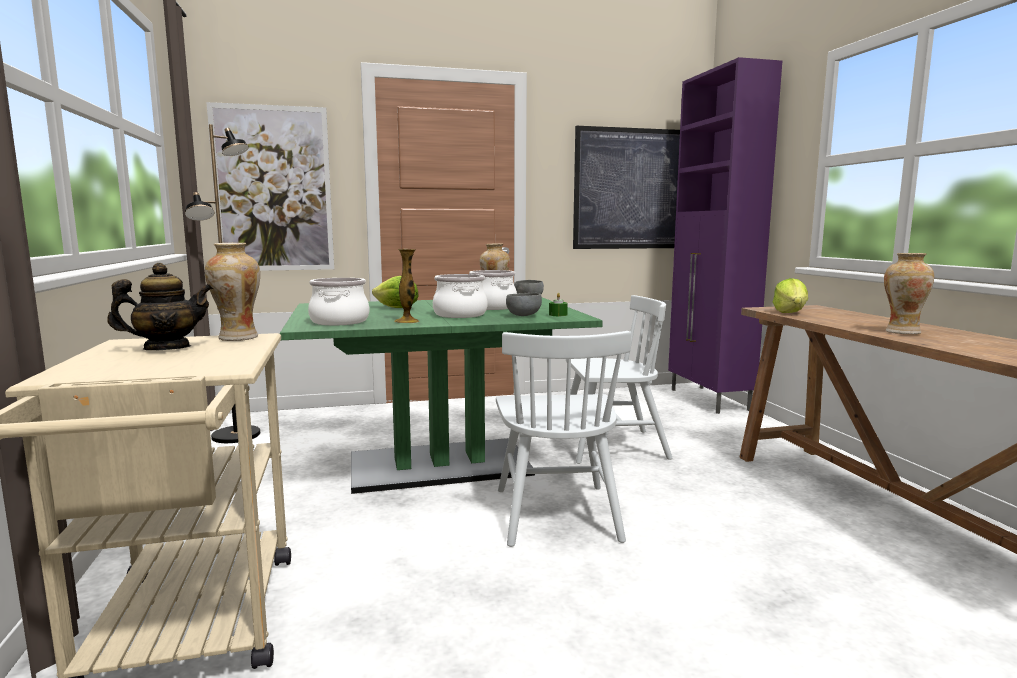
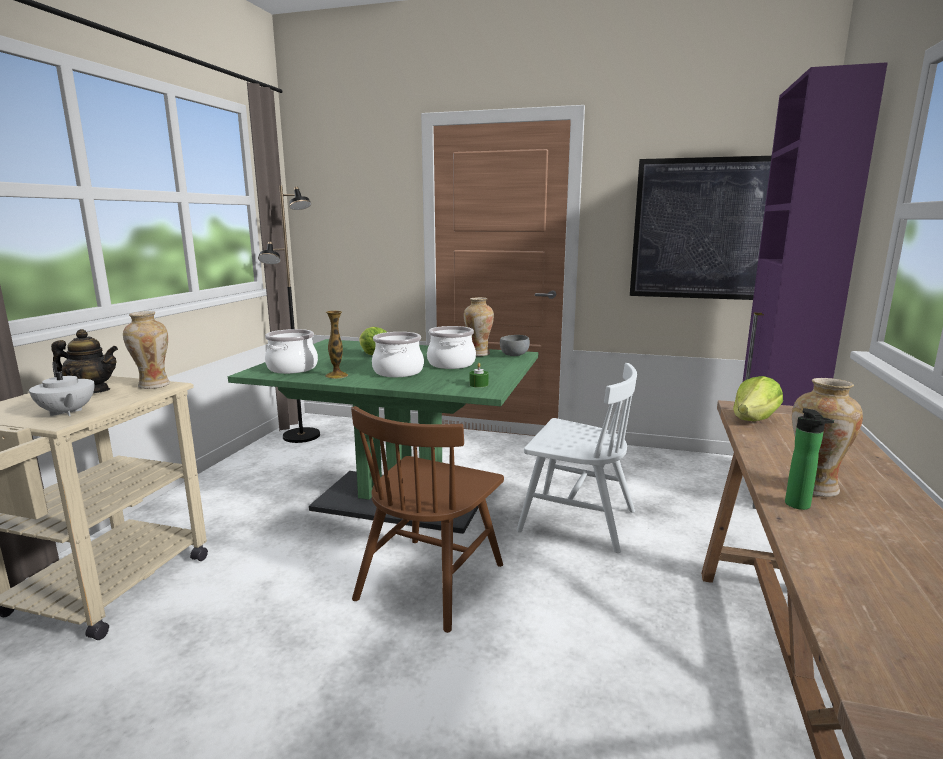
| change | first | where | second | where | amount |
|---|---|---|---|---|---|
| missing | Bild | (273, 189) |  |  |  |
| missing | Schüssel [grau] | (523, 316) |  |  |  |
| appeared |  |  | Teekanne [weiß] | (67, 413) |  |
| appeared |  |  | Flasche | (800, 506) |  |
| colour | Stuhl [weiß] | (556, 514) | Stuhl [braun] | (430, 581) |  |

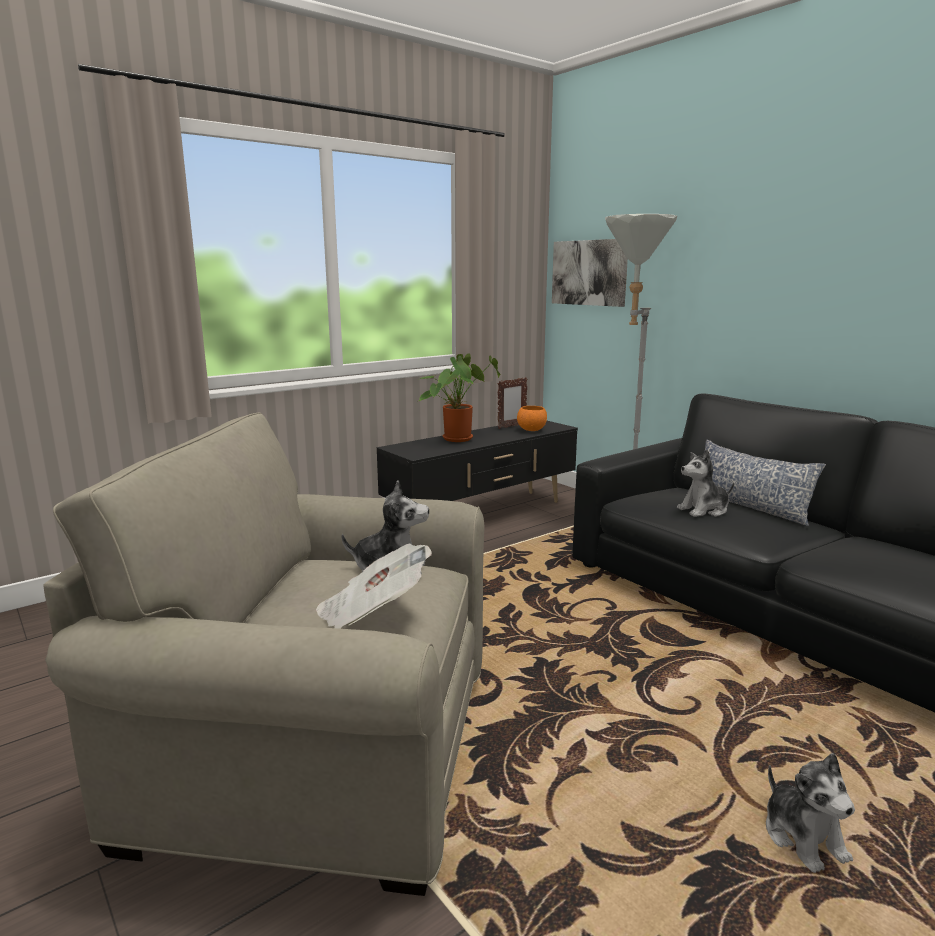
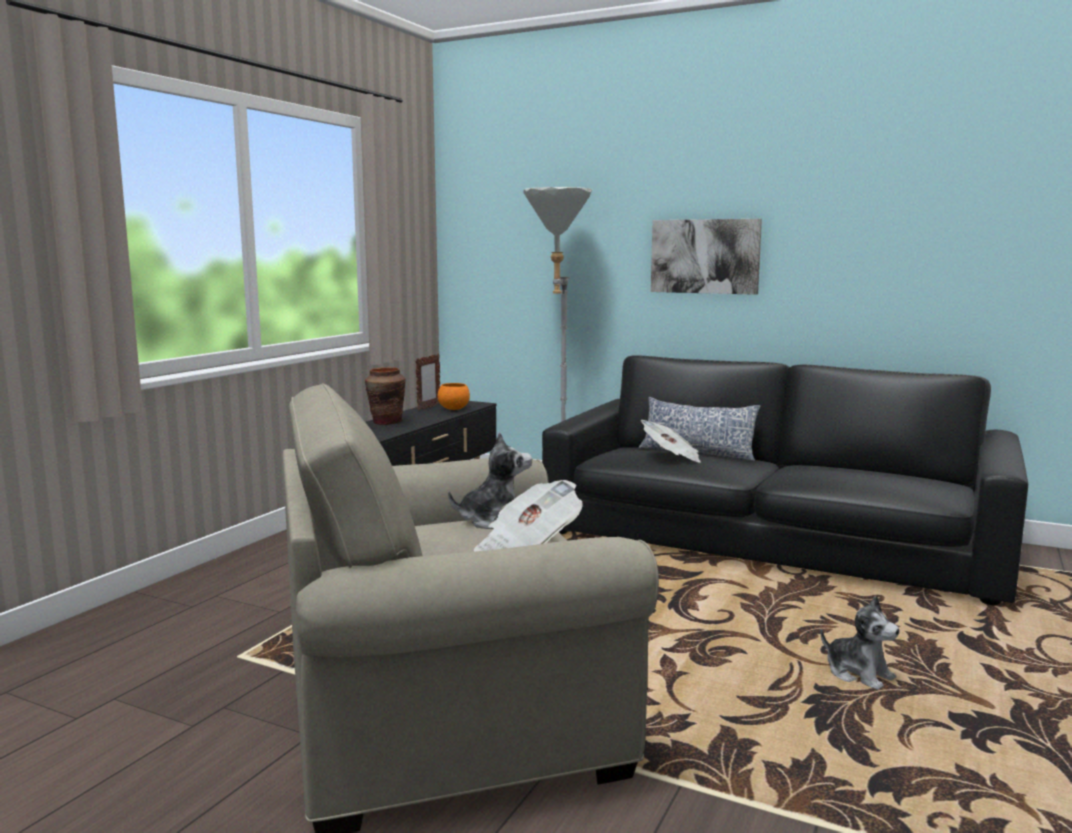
| change | first | where | second | where | amount |
|---|---|---|---|---|---|
| relocated | Bild | (589, 272) |  | (705, 256) |  |
| exchanged | Topfpflanze | (458, 438) | Vase [braun] | (386, 422) |  |
| exchanged | Plüschtier | (704, 510) | Zeitung | (671, 458) |  |

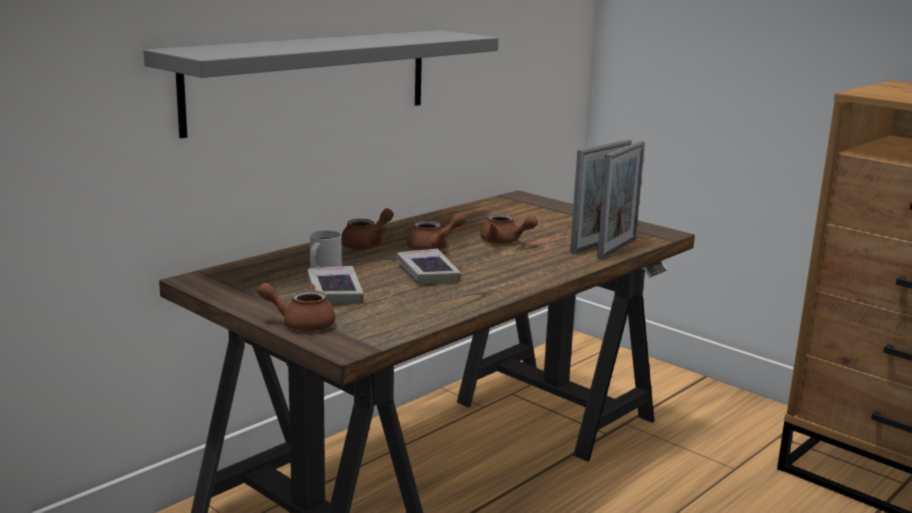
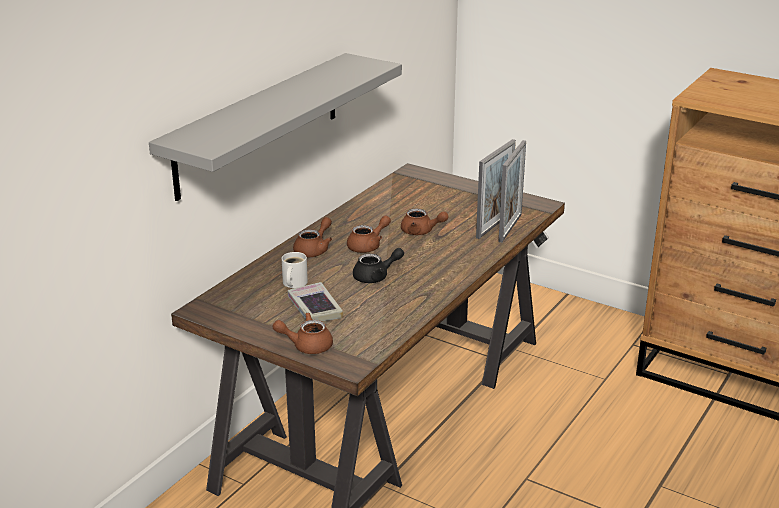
| change | first | where | second | where | amount |
|---|---|---|---|---|---|
| exchanged | Buch | (427, 273) | Teekanne [schwarz] | (376, 277) |  |

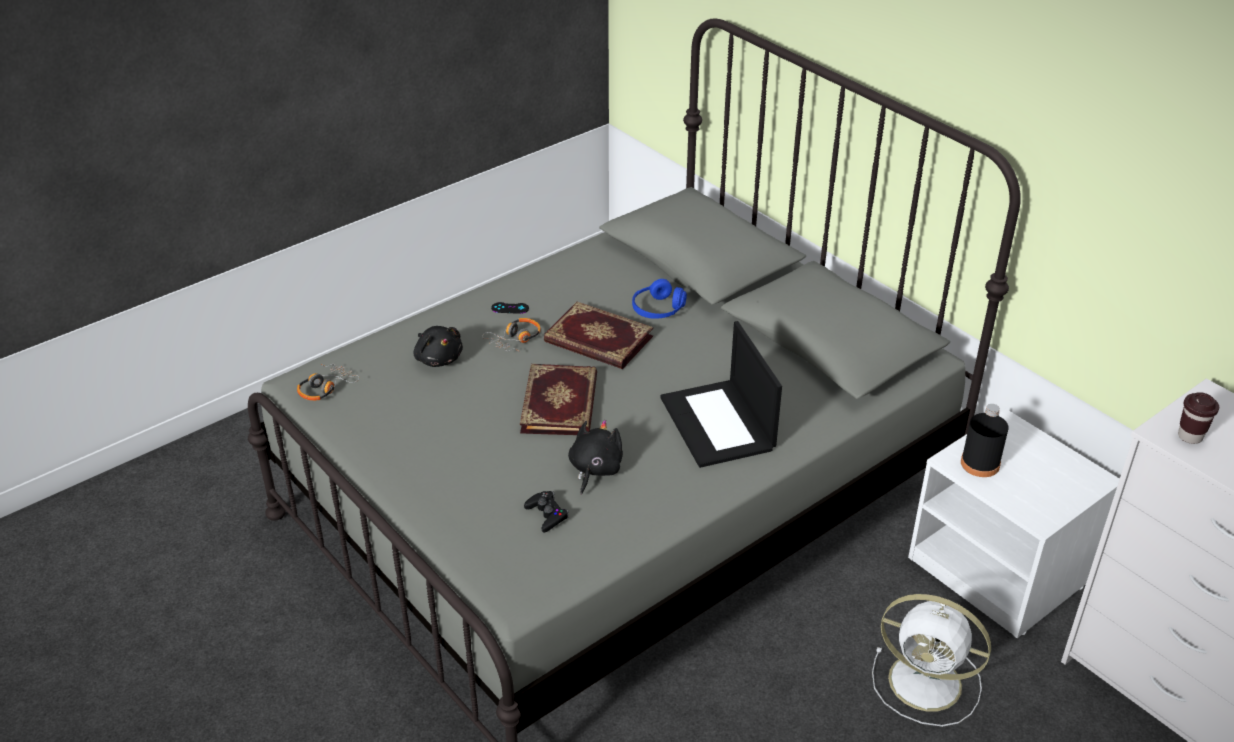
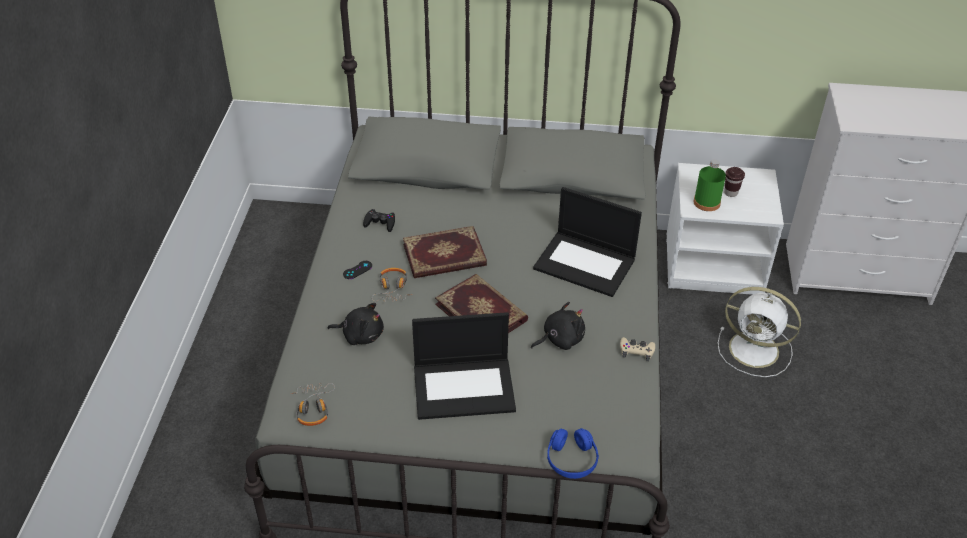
| change | first | where | second | where | amount |
|---|---|---|---|---|---|
| appeared |  |  | Laptop | (465, 387) |  |
| appeared |  |  | Gamepad [beige] | (636, 351) |  |
| relocated | Gamepad [schwarz] | (547, 514) |  | (380, 223) |  |
| relocated | Kopfhörer [blau] | (658, 309) |  | (571, 460) |  |
| relocated | Tasse [braun] | (1190, 436) |  | (731, 193) |  |
| colour | Flasche [schwarz] | (980, 464) | Flasche [grün] | (706, 202) |  |
| spun | Plüschtier [schwarz] | (594, 469) |  | (560, 339) | 90 degrees clockwise |
| spun | Ventilator [weiß] | (928, 683) |  | (756, 350) | 45 degrees clockwise |

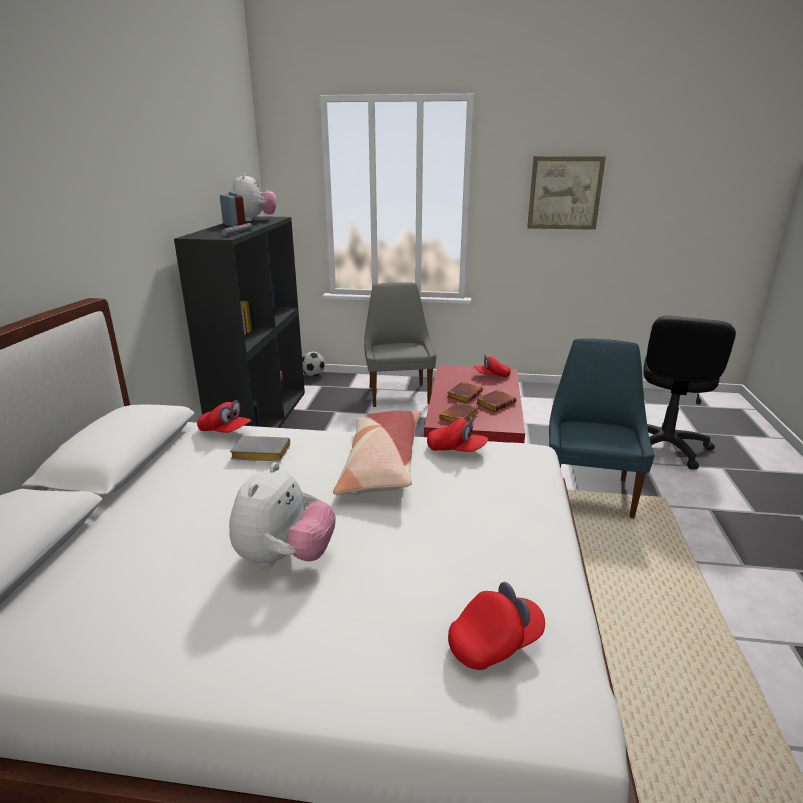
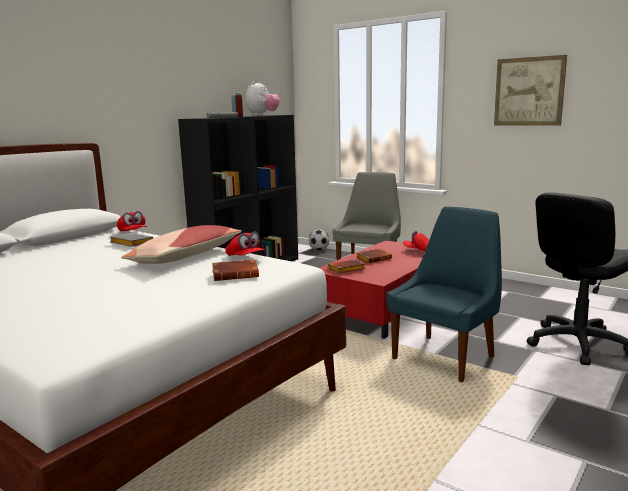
| change | first | where | second | where | amount |
|---|---|---|---|---|---|
| missing | Plüschtier | (285, 558) |  |  |  |
| missing | Kappe [rot] | (495, 643) |  |  |  |
| relocated | Buch [braun] | (495, 403) |  | (236, 274) |  |

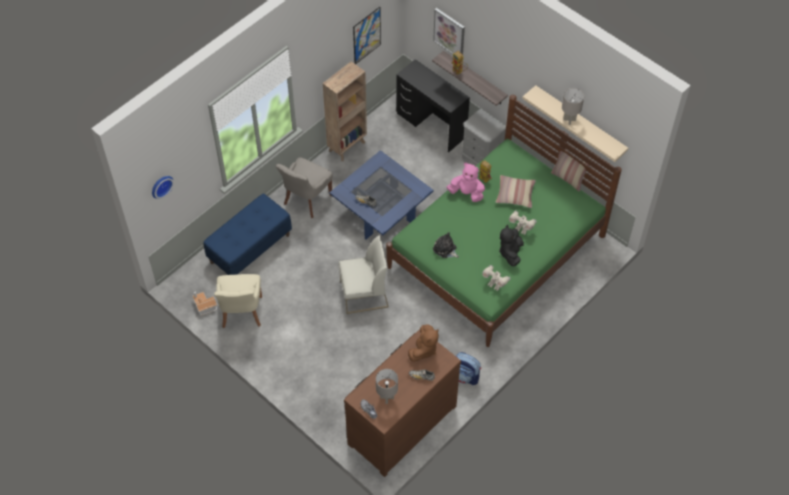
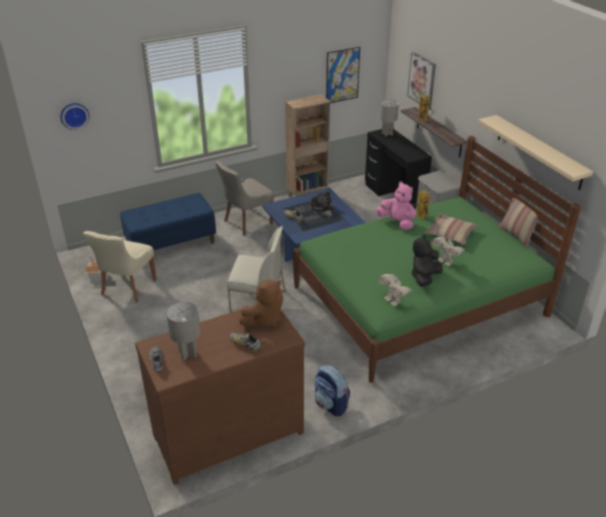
| change | first | where | second | where | amount |
|---|---|---|---|---|---|
| relocated | Plüschtier | (445, 249) |  | (323, 209) |  |
| relocated | Tischlampe [grau] | (569, 119) |  | (387, 134) |  |

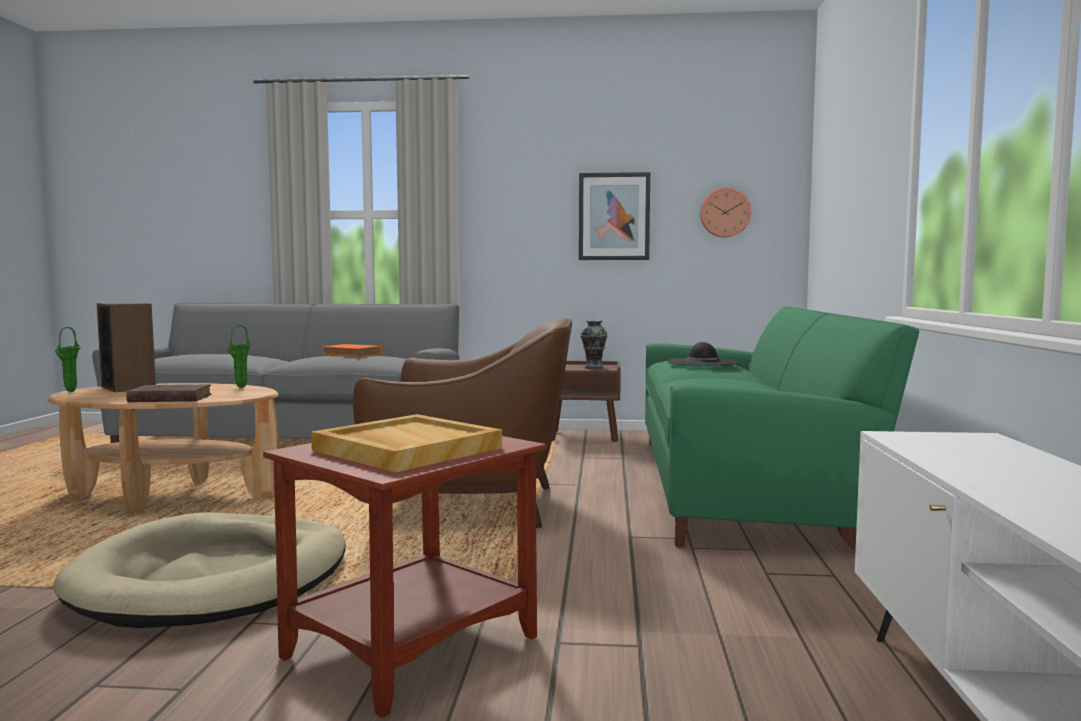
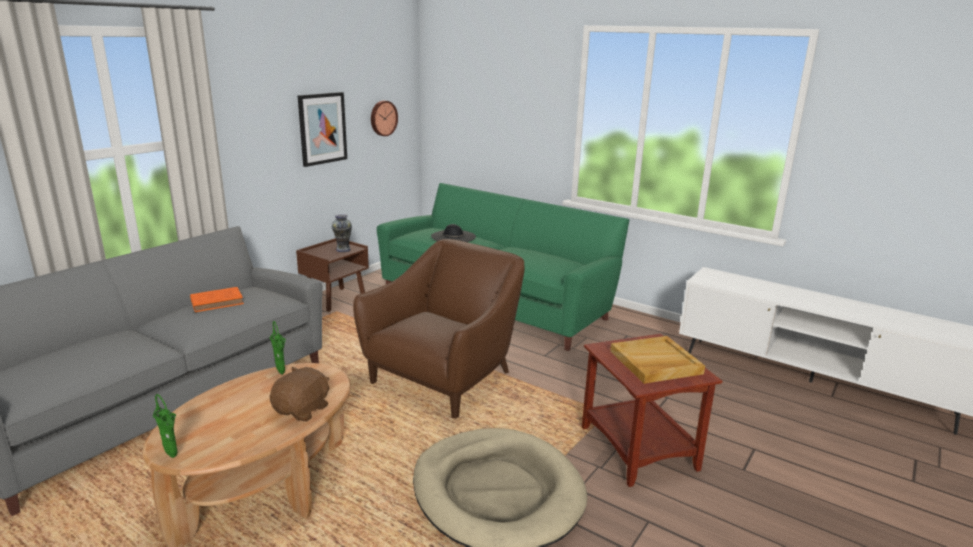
| change | first | where | second | where | amount |
|---|---|---|---|---|---|
| missing | Lautsprecher | (128, 387) |  |  |  |
| exchanged | Buch [braun] | (168, 398) | Plüschtier [braun] | (303, 410) |  |

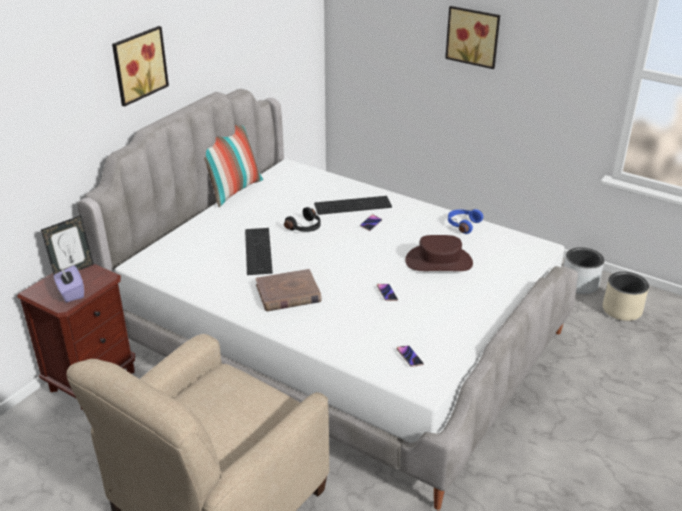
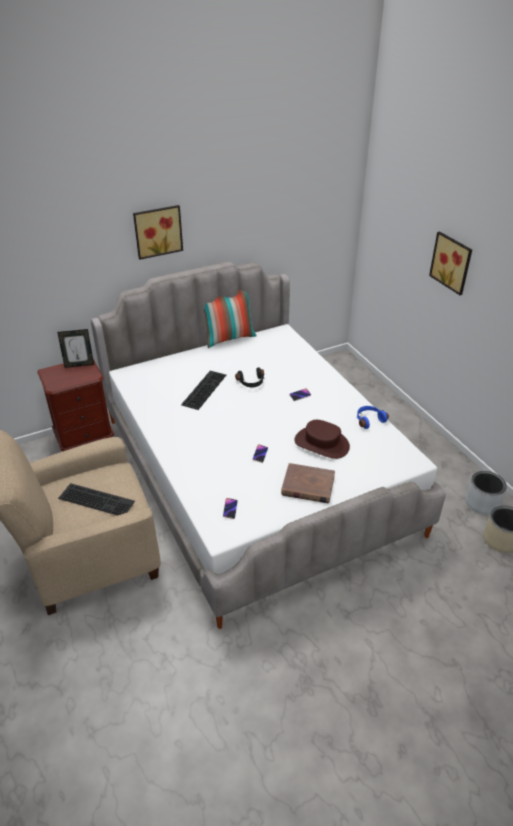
| change | first | where | second | where | amount |
|---|---|---|---|---|---|
| missing | Taschentuchbox [lila] | (71, 293) |  |  |  |
| relocated | Buch [braun] | (288, 293) |  | (308, 486) |  |
| relocated | Tastatur | (353, 204) |  | (98, 499) |  |

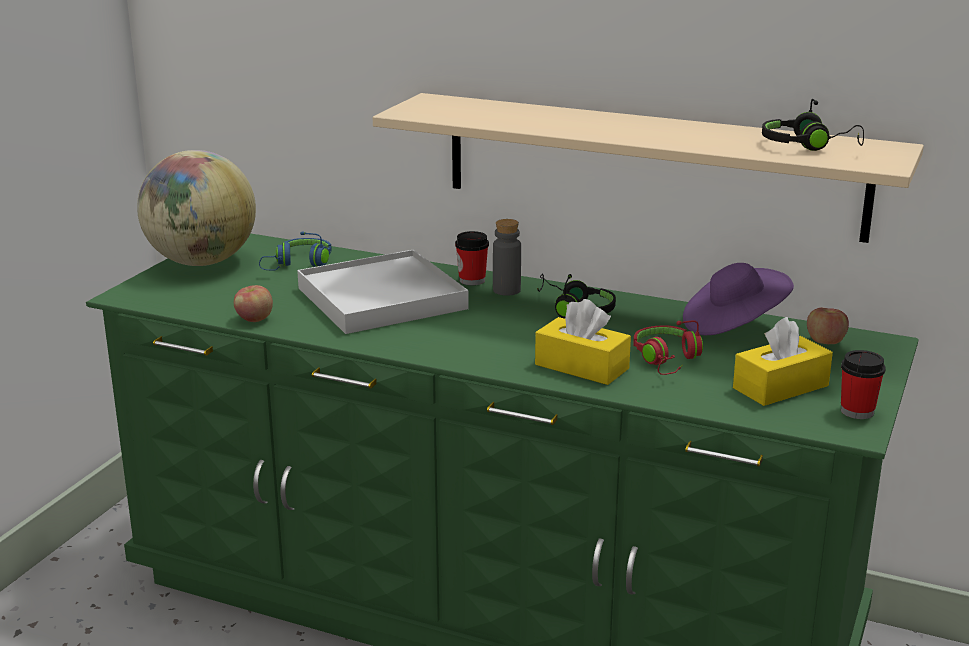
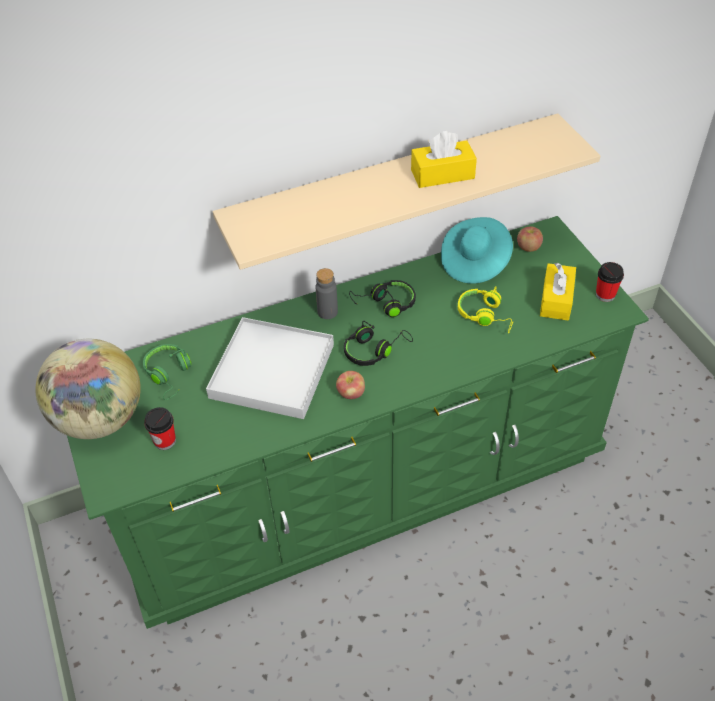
| change | first | where | second | where | amount |
|---|---|---|---|---|---|
| relocated | Apfel | (254, 319) |  | (351, 393) |  |
| relocated | Tasse | (472, 280) |  | (165, 441) |  |
| relocated | Taschentuchbox [gelb] | (581, 367) |  | (442, 174) |  |
| relocated | Kopfhörer [schwarz] | (808, 145) |  | (374, 350) |  |
| colour | Kopfhörer [blau] | (299, 264) | Kopfhörer [grün] | (169, 375) |  |
| colour | Kopfhörer [rot] | (667, 360) | Kopfhörer [gelb] | (485, 315) |  |
| colour | Hut [lila] | (733, 325) | Hut [türkis] | (474, 262) |  |

